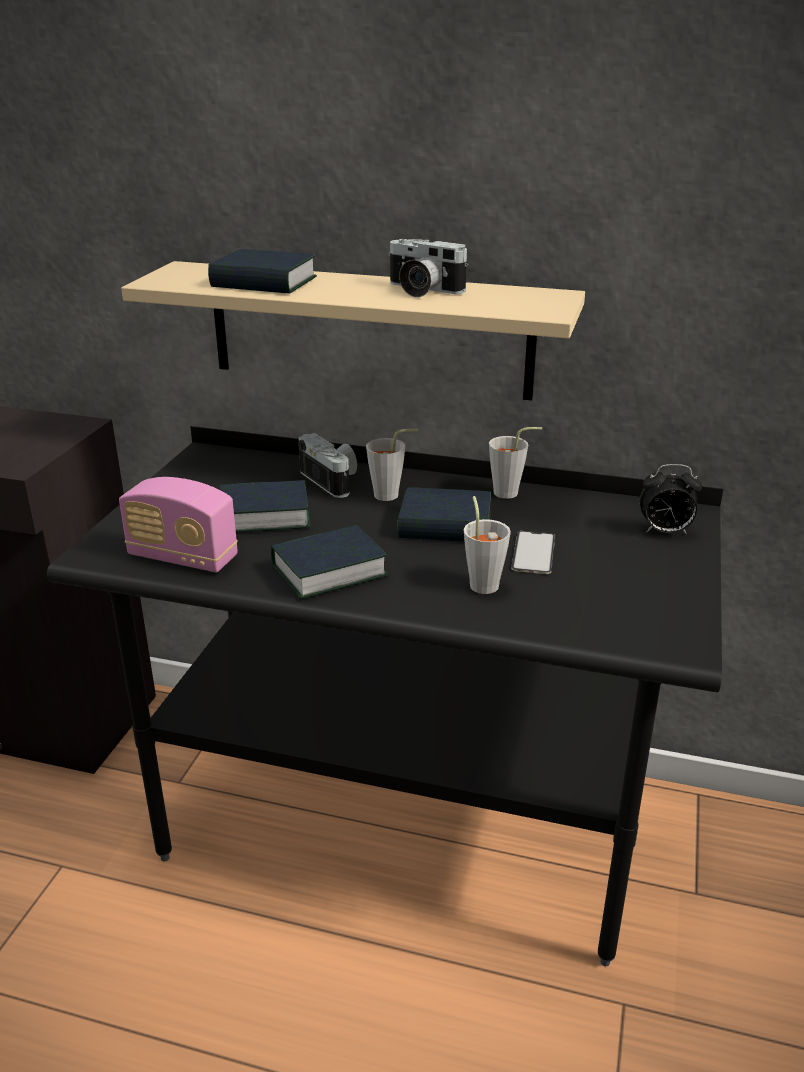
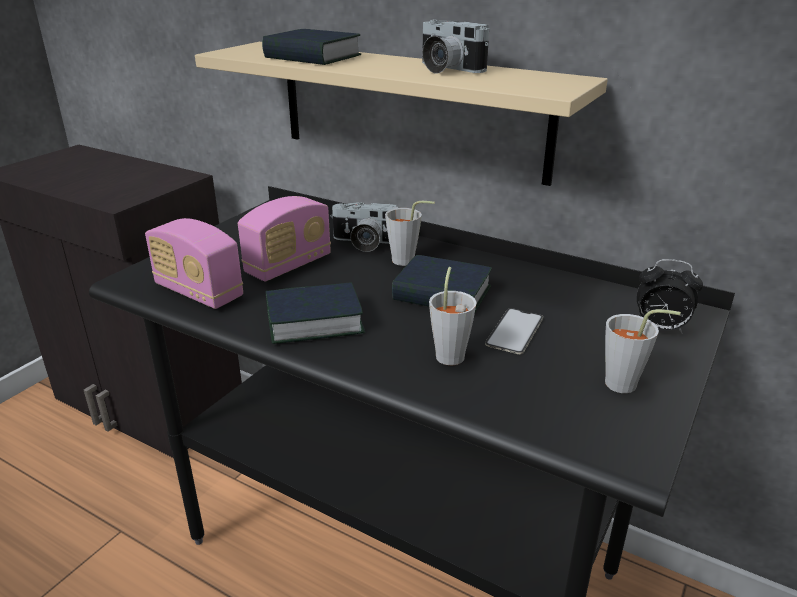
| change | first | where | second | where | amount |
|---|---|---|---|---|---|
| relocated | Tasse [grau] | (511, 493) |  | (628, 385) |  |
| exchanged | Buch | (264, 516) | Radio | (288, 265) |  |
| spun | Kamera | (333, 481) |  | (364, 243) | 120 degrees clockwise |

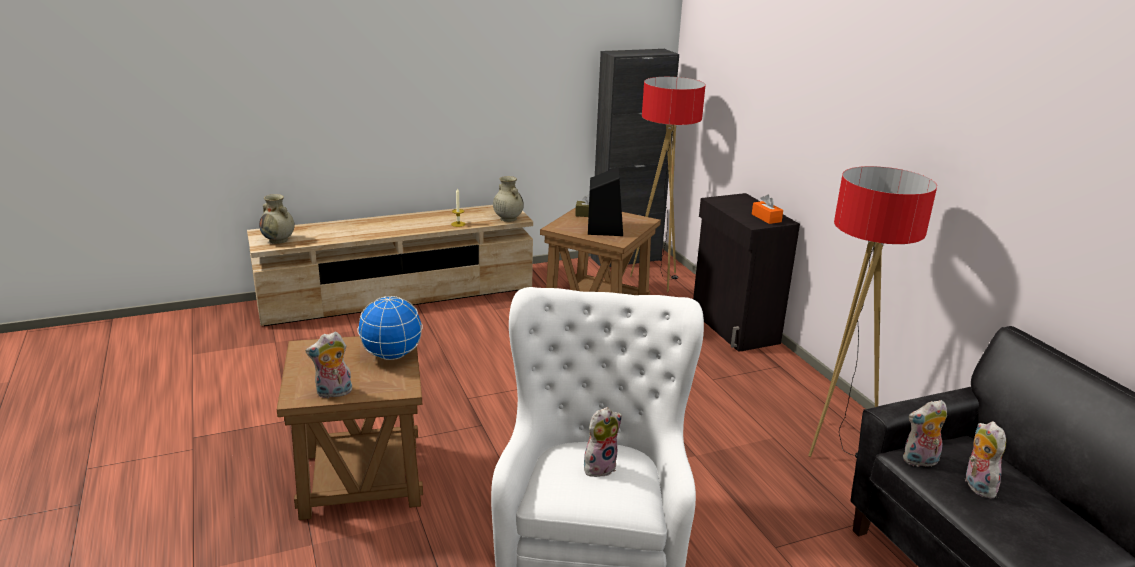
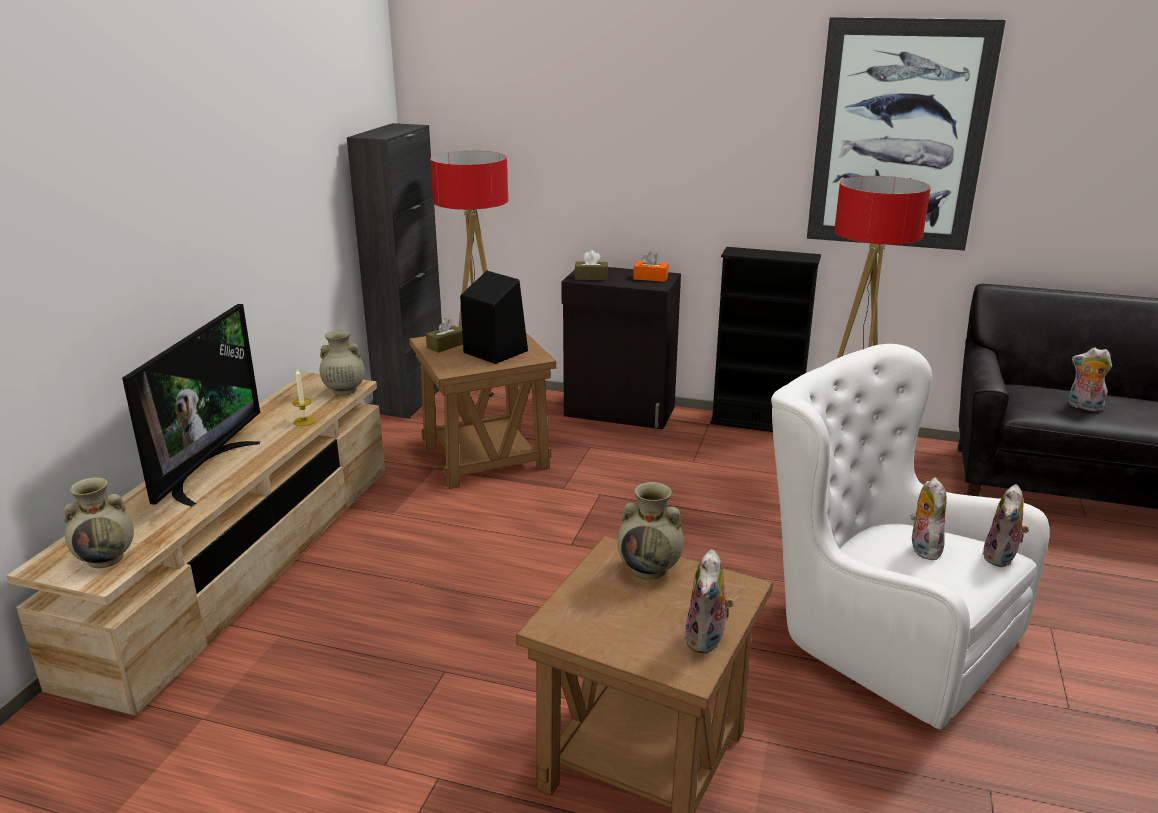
| change | first | where | second | where | amount |
|---|---|---|---|---|---|
| appeared |  |  | Fernseher | (205, 470) |  |
| appeared |  |  | Taschentuchbox [braun] | (591, 277) |  |
| appeared |  |  | Bücherregal [schwarz] | (756, 423) |  |
| appeared |  |  | Bild | (899, 136) |  |
| relocated | Plüschtier | (920, 461) |  | (1001, 558) |  |
| exchanged | Globus | (392, 355) | Vase [beige] | (650, 569) |  |

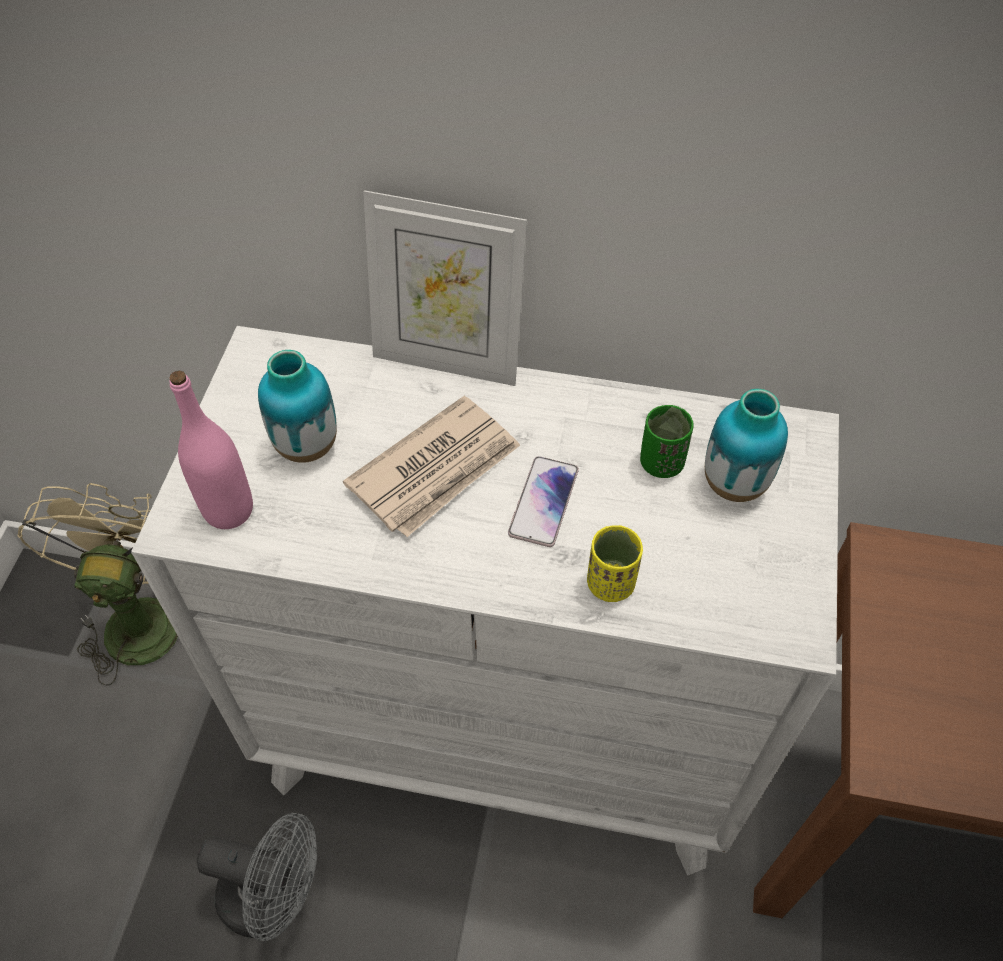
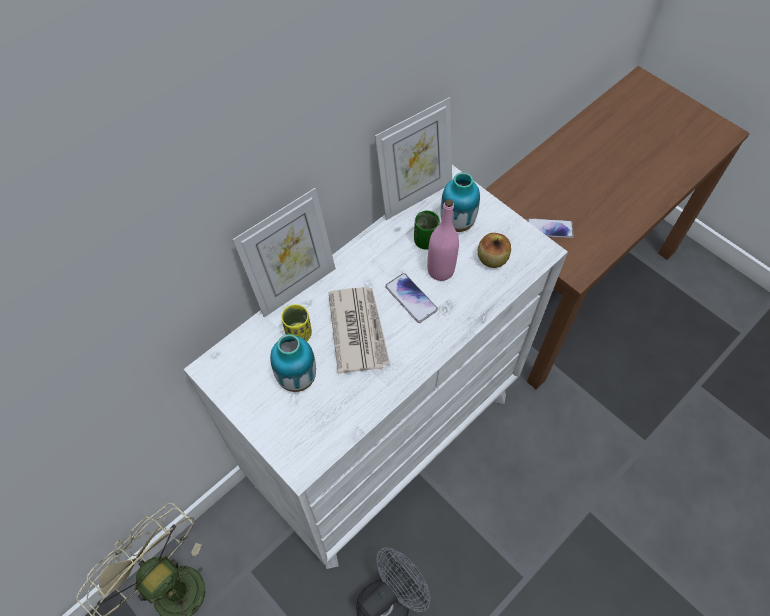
| change | first | where | second | where | amount |
|---|---|---|---|---|---|
| appeared |  |  | Bilderrahmen | (414, 195) |  |
| appeared |  |  | Apfel | (492, 259) |  |
| appeared |  |  | Handy | (549, 229) |  |
| relocated | Flasche [rosa] | (229, 510) |  | (440, 270) |  |
| relocated | Tasse [gelb] | (610, 583) |  | (299, 334) |  |

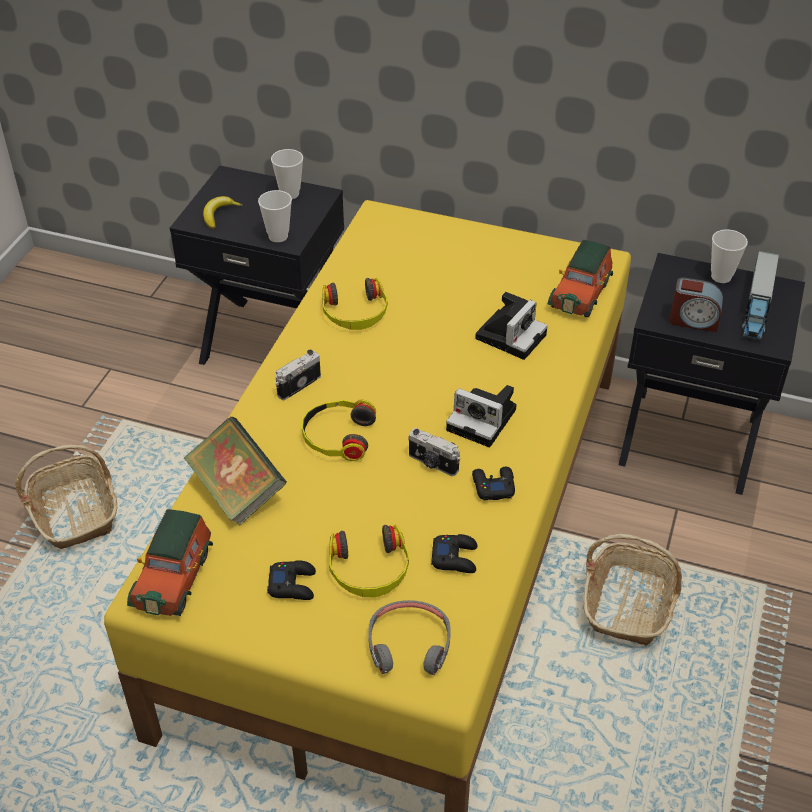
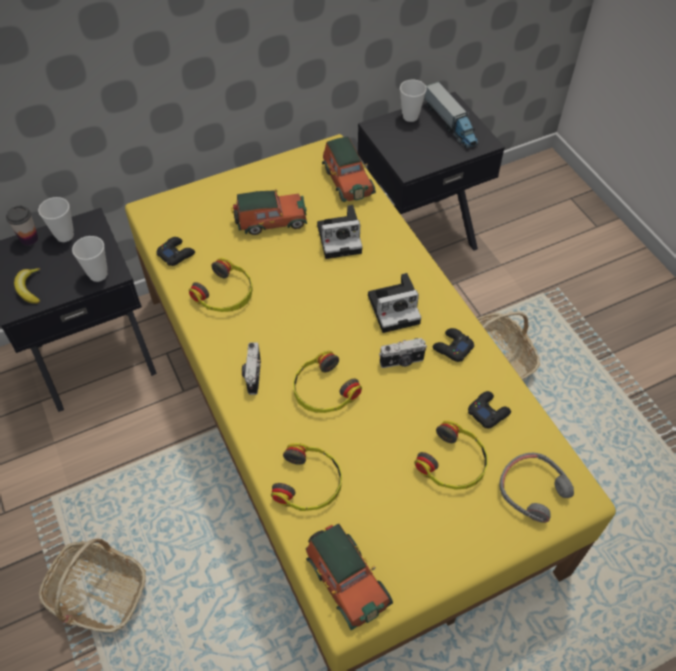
| change | first | where | second | where | amount |
|---|---|---|---|---|---|
| missing | Wecker | (693, 320) |  |  |  |
| appeared |  |  | Tasse | (29, 238) |  |
| appeared |  |  | Spielzeugauto | (270, 221) |  |
| relocated | Gamepad [schwarz] | (293, 584) |  | (176, 254) |  |
| exchanged | Buch | (237, 491) | Kopfhörer | (309, 483) |  |
| spun | Kamera | (511, 335) |  | (341, 238) | 90 degrees clockwise |

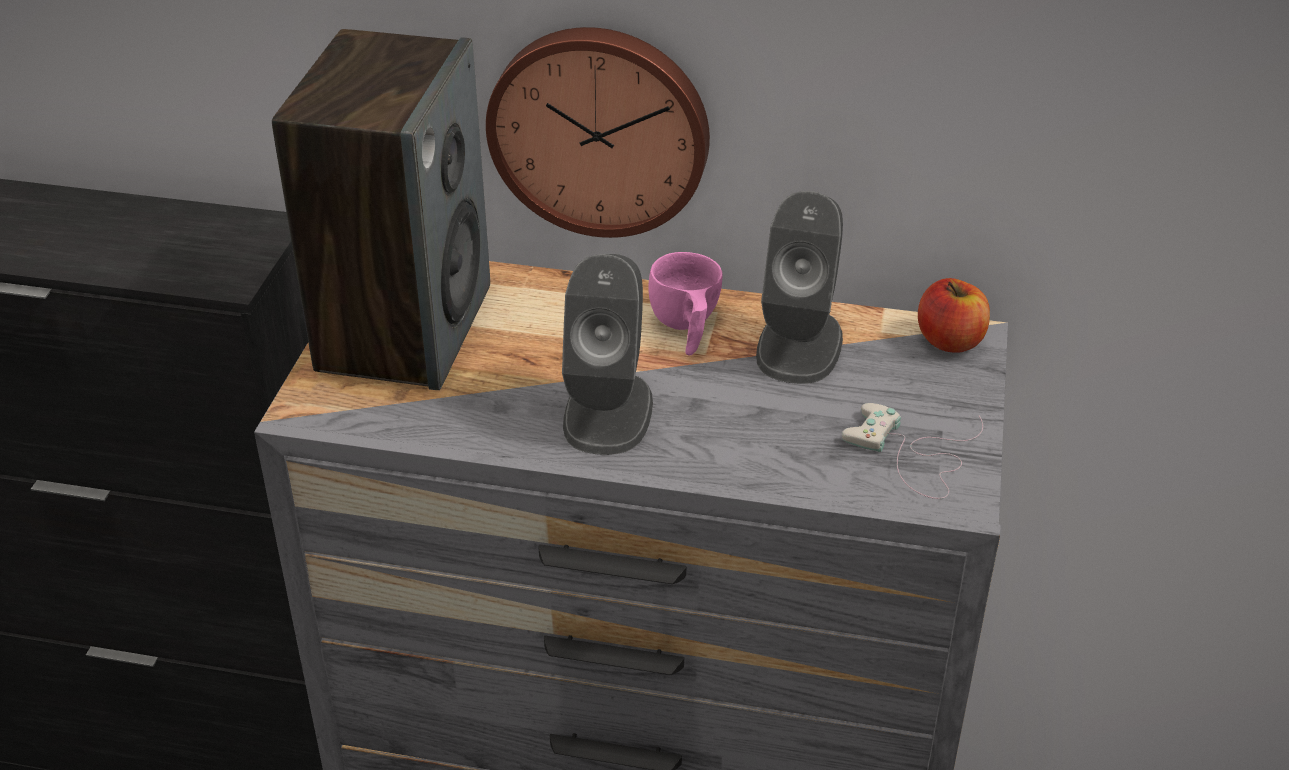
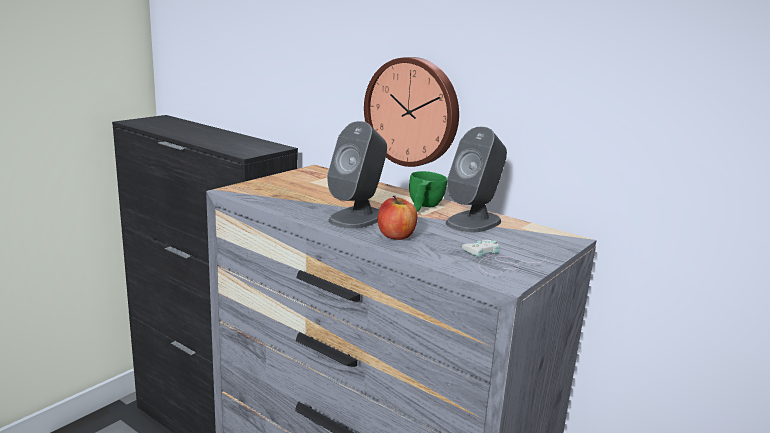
| change | first | where | second | where | amount |
|---|---|---|---|---|---|
| missing | Lautsprecher | (404, 327) |  |  |  |
| relocated | Apfel | (950, 341) |  | (396, 236) |  |
| colour | Tasse [rosa] | (685, 328) | Tasse [grün] | (423, 206) |  |

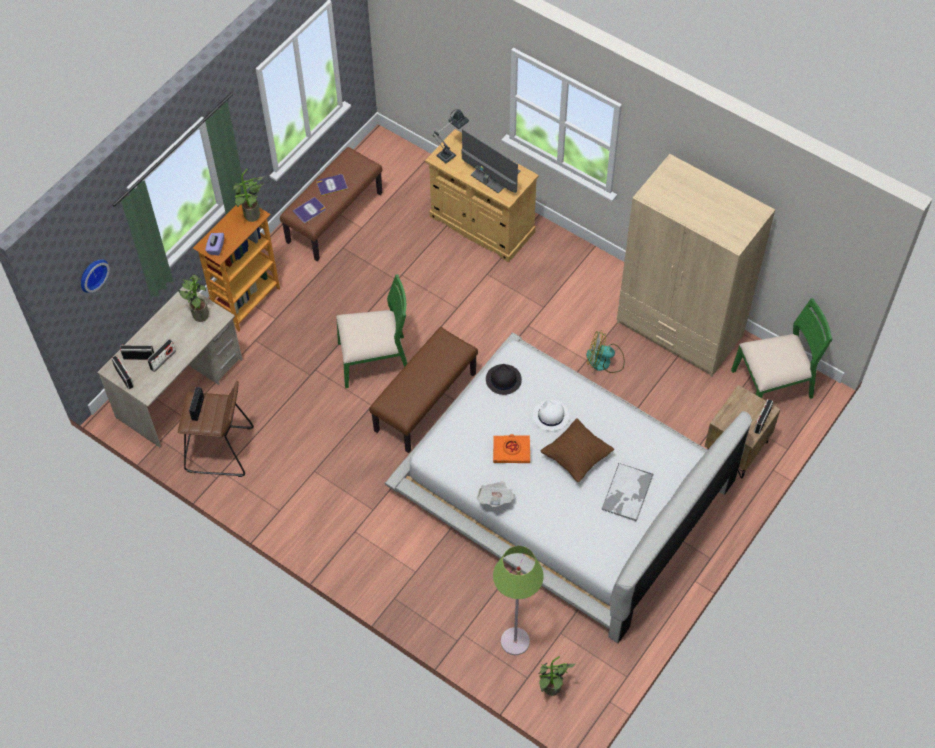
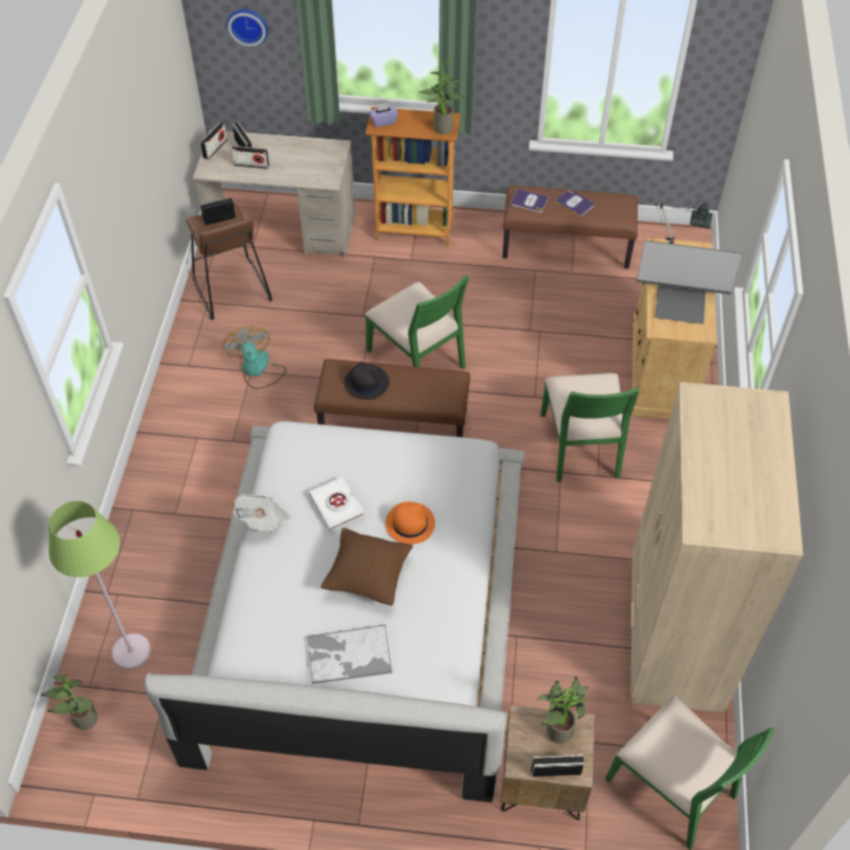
| change | first | where | second | where | amount |
|---|---|---|---|---|---|
| appeared |  |  | Stuhl [grün] | (581, 445) |  |
| relocated | Topfpflanze | (198, 315) |  | (558, 728) |  |
| relocated | Hut [schwarz] | (503, 380) |  | (366, 382) |  |
| relocated | Ventilator | (604, 361) |  | (258, 370) |  |
| colour | Buch [orange] | (511, 450) | Buch [weiß] | (337, 506) |  |
| colour | Hut [weiß] | (550, 416) | Hut [orange] | (409, 523) |  |
| spun | Monitor | (494, 174) |  | (680, 303) | 90 degrees clockwise |

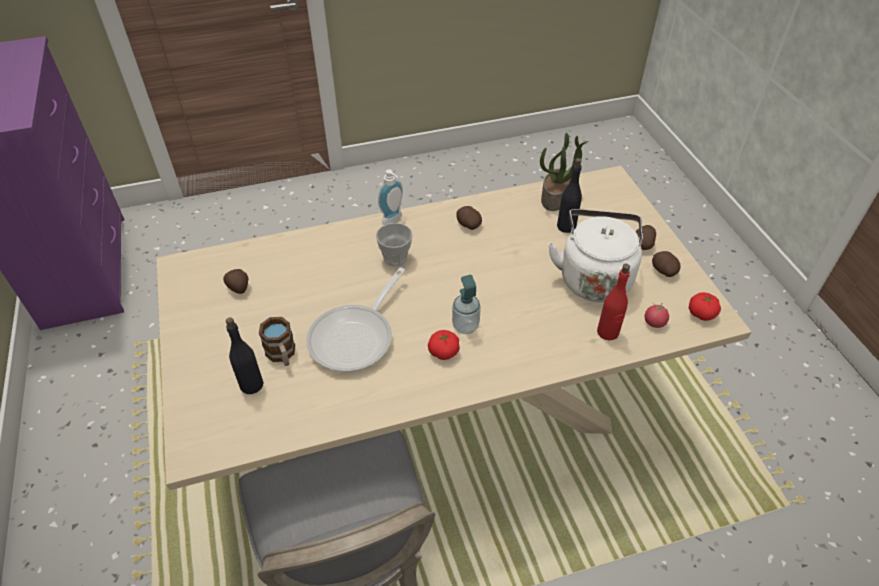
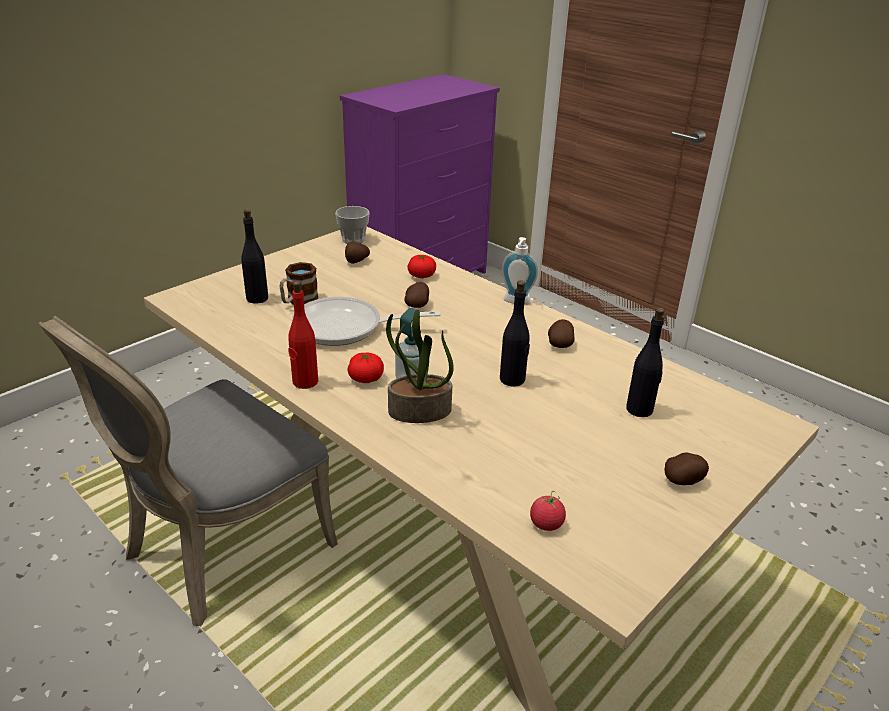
| change | first | where | second | where | amount |
|---|---|---|---|---|---|
| missing | Wasserkessel [weiß] | (594, 277) |  |  |  |
| appeared |  |  | Flasche [schwarz] | (512, 379) |  |
| relocated | Tasse | (395, 258) |  | (353, 240) |  |
| relocated | Topfpflanze | (555, 198) |  | (419, 412) |  |
| relocated | Flasche [rot] | (608, 332) |  | (305, 382) |  |
| relocated | Kartoffel | (663, 271) |  | (417, 305) |  |
| relocated | Tomate | (701, 313) |  | (421, 276) |  |

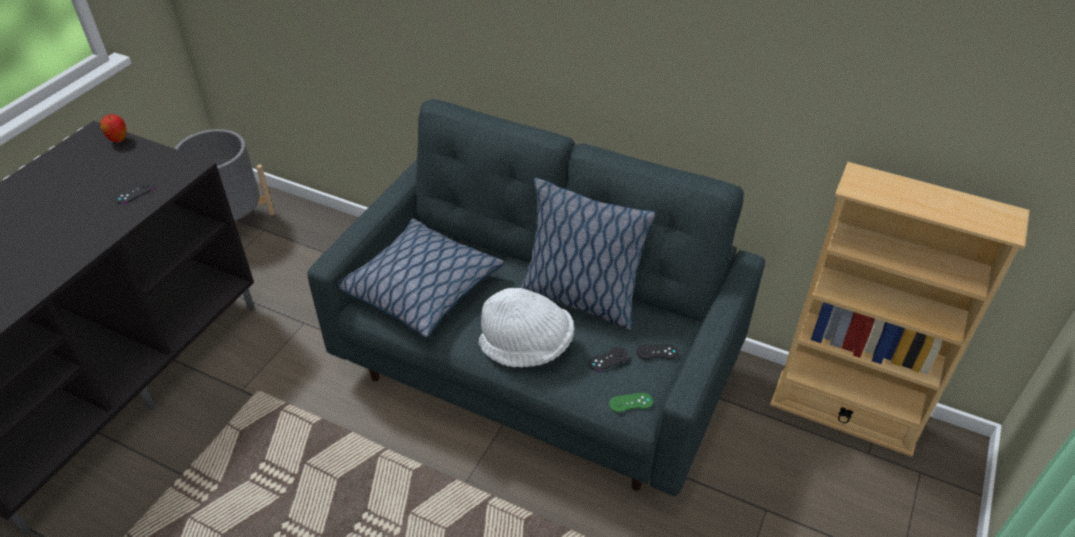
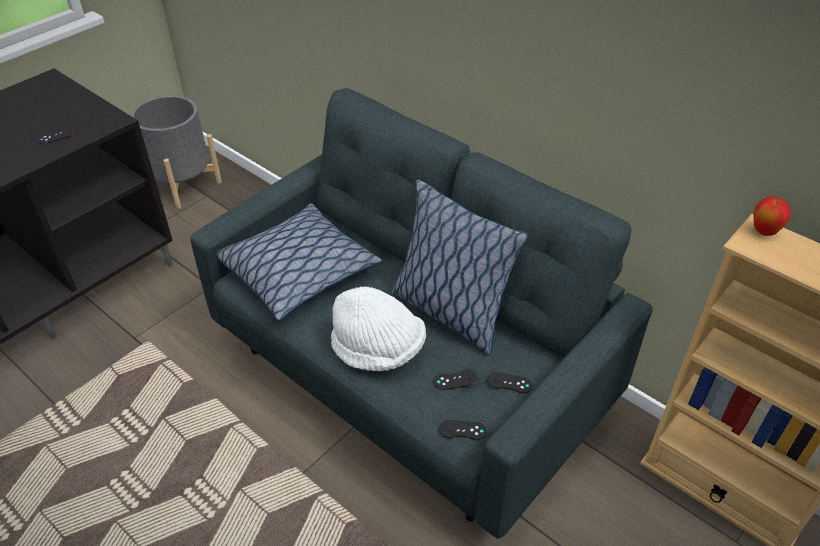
| change | first | where | second | where | amount |
|---|---|---|---|---|---|
| relocated | Apfel | (118, 140) |  | (764, 232) |  |
| colour | Gamepad [grün] | (630, 402) | Gamepad [schwarz] | (462, 430) |  |

